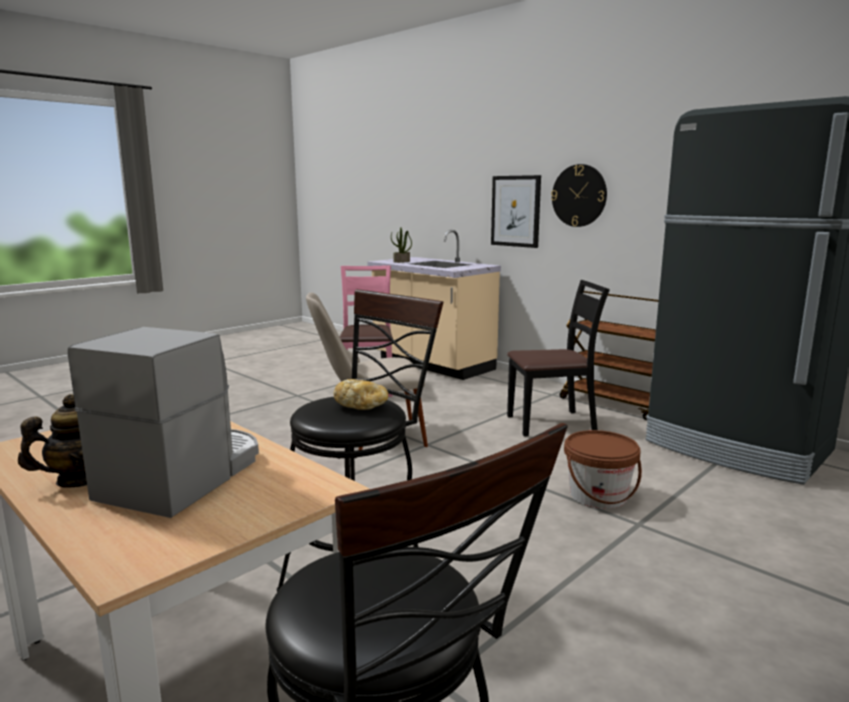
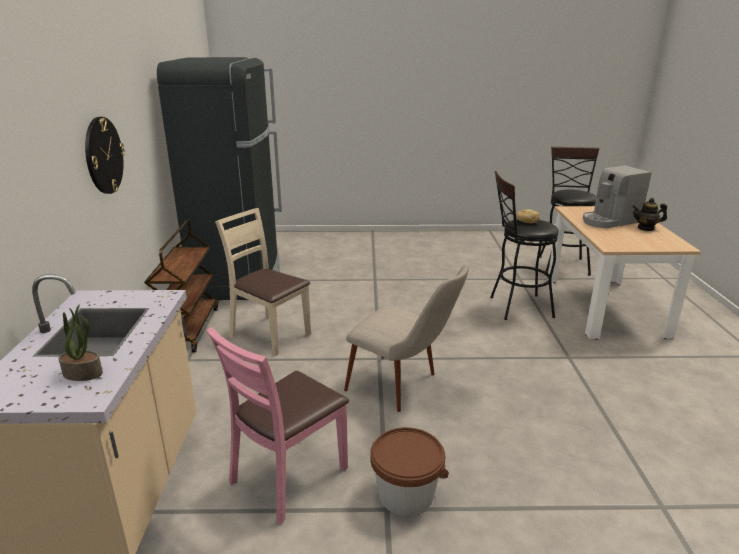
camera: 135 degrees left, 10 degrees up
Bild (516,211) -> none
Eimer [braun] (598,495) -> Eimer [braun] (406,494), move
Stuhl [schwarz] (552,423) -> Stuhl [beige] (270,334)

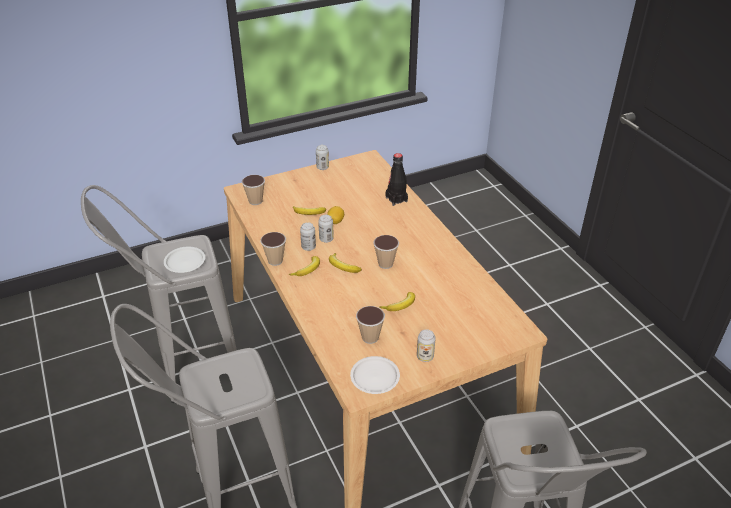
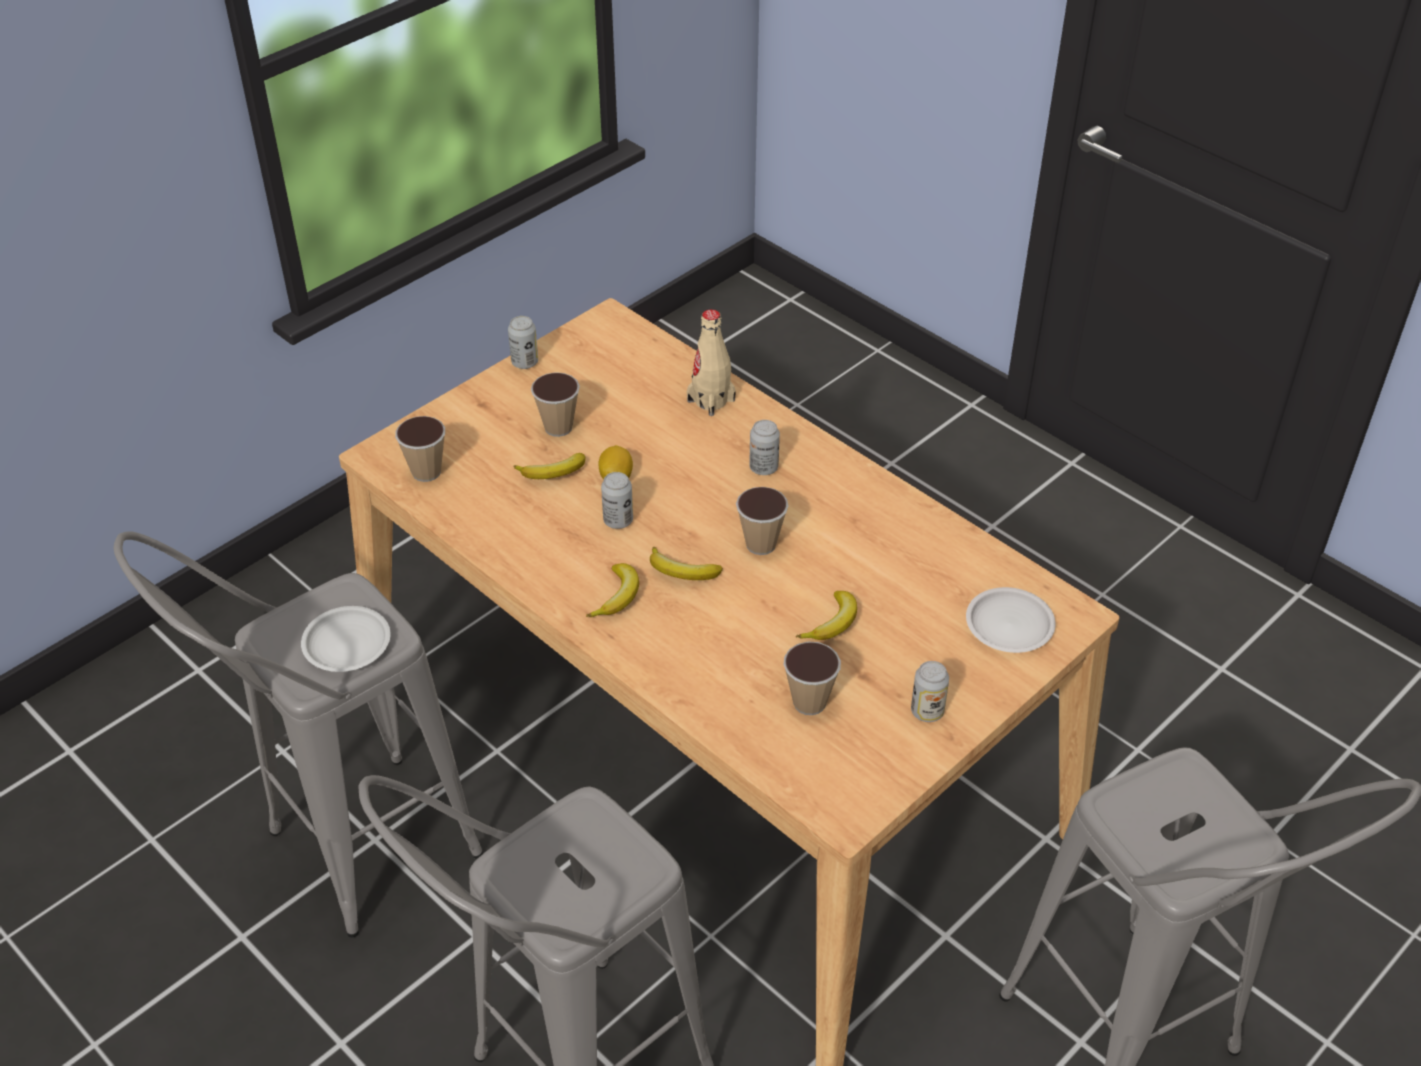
camera: 20 degrees left, 5 degrees up
Tasse (275,261) -> Tasse (558,427), move
Dose (308,247) -> Dose (763,468), move
Teller [weiß] (374,377) -> Teller [weiß] (1008,625), move
Flasche [schwarz] (396,199) -> Flasche [beige] (711,400)

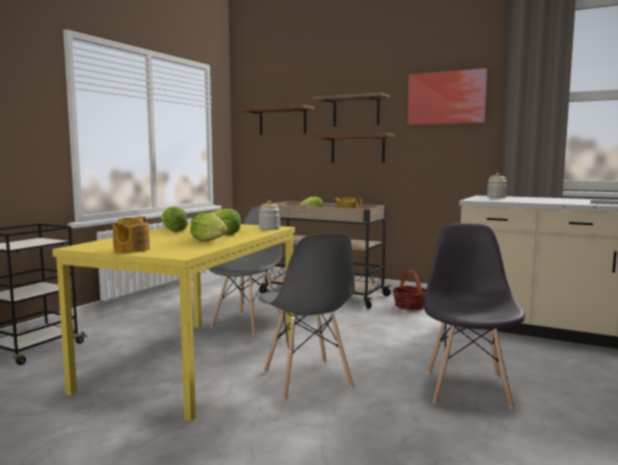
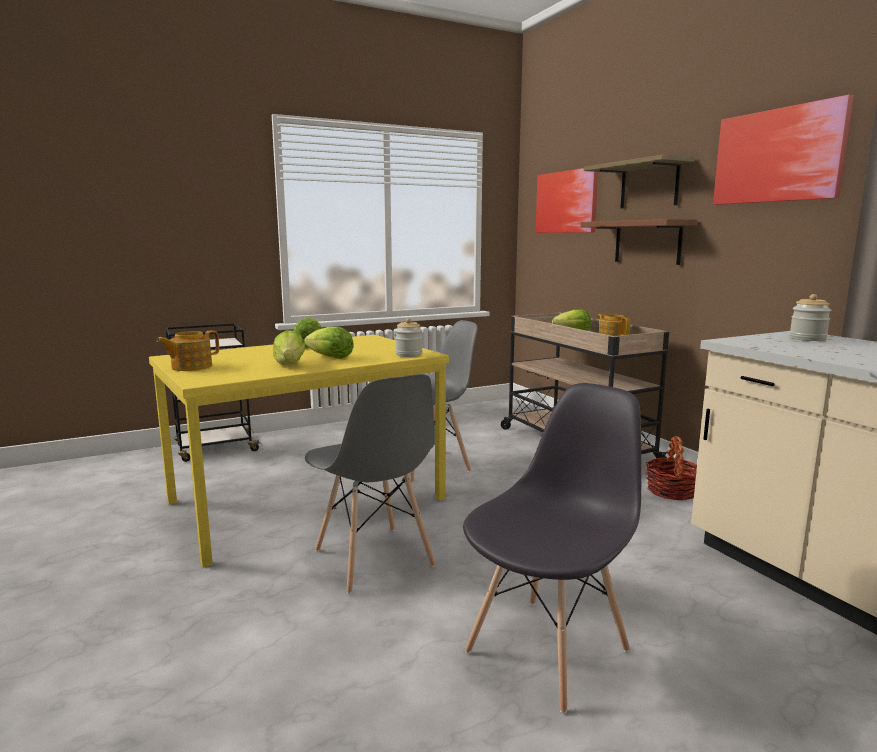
camera: 35 degrees right, 5 degrees up
Wandregal [braun] (282,121) -> Bild (566,202)
Stuhl [grau] (307,380) -> Stuhl [grau] (374,559), 45 degrees counterclockwise

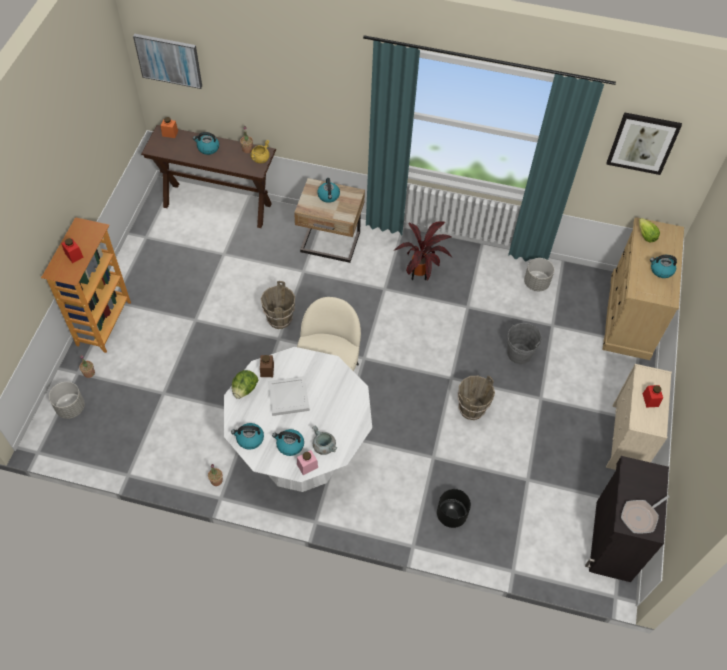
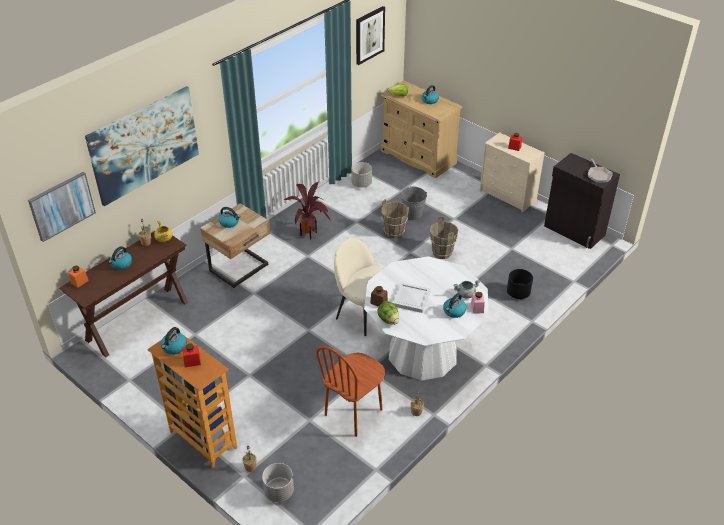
camera: 60 degrees left, 15 degrees down
none -> Bild (144,145)
none -> Stuhl [braun] (354,412)
Wasserkessel (249,439) -> Wasserkessel (174,347), move
Eimer [braun] (279,319) -> Eimer [braun] (394,232), move

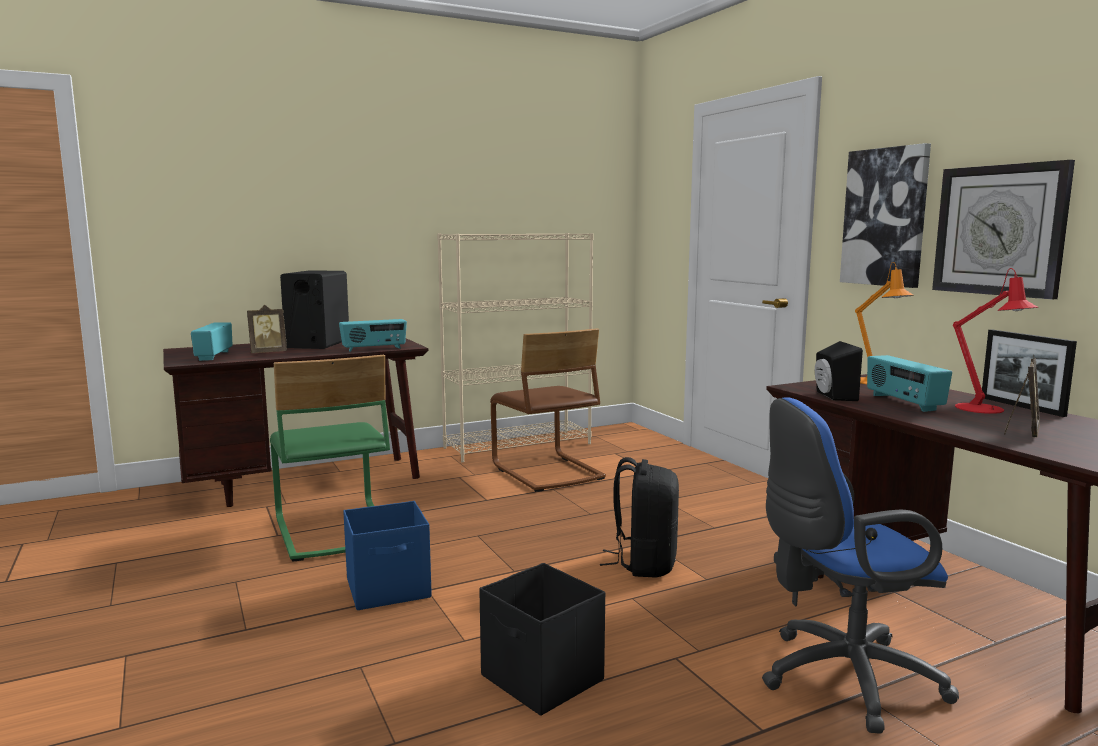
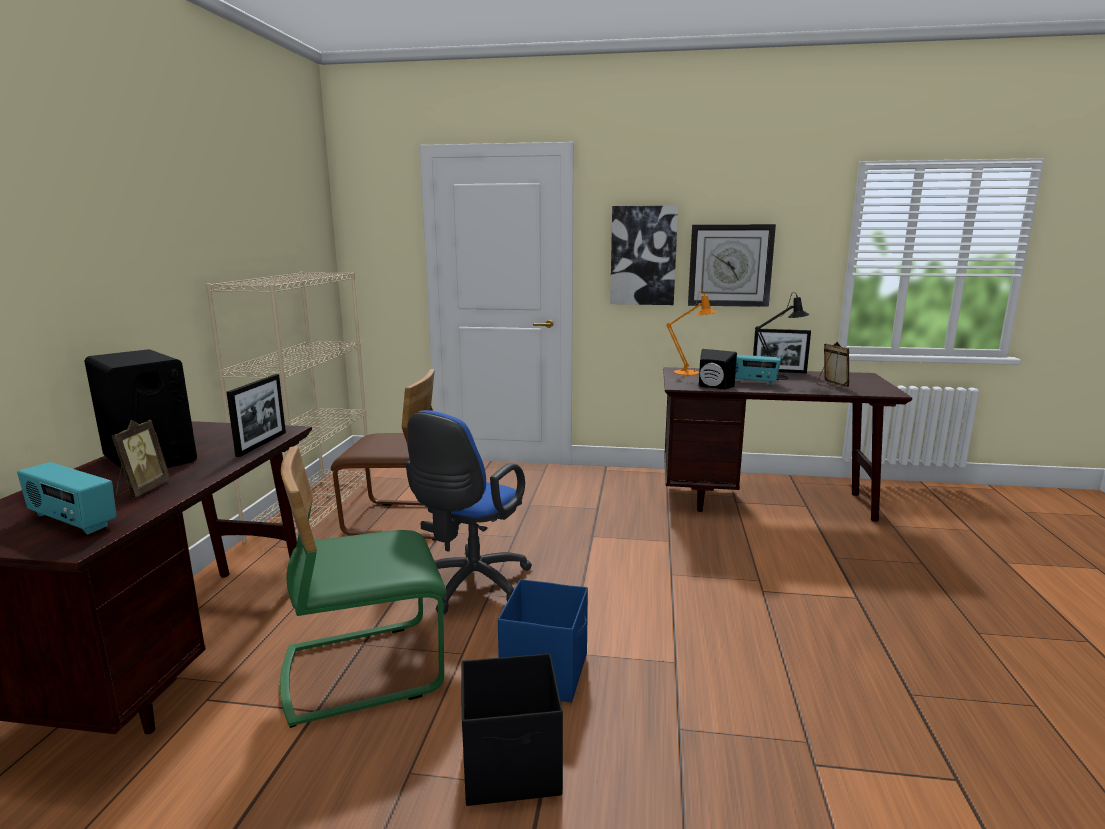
camera: 55 degrees left, 5 degrees up
Rucksack [schwarz] (644,563) -> none
Aufbewahrungsbox [schwarz] (542,679) -> Aufbewahrungsbox [schwarz] (513,767), move
Bürostuhl [blau] (840,678) -> Bürostuhl [blau] (470,587), move
Radio (374,349) -> Bilderrahmen (262,444)
Tischlampe [rot] (985,410) -> Tischlampe [schwarz] (779,377)
Stuhl [grün] (333,531) -> Stuhl [grün] (363,669), 150 degrees clockwise

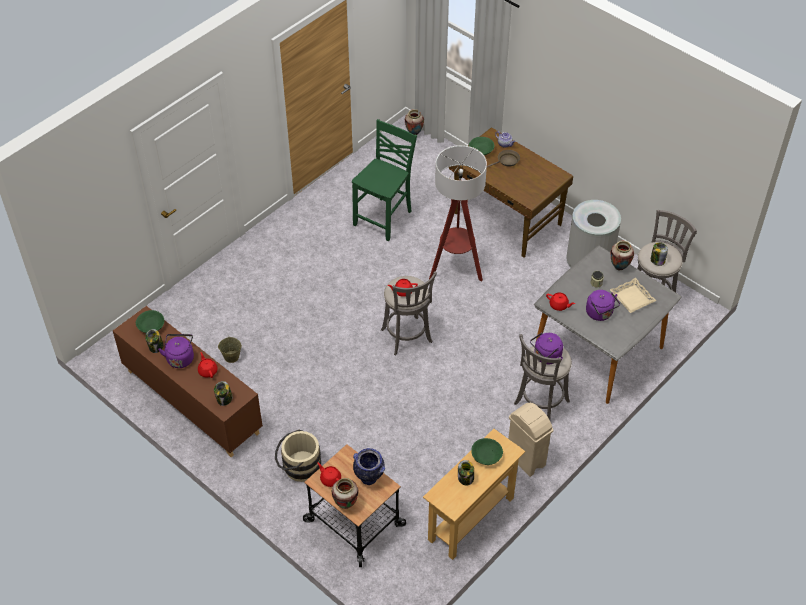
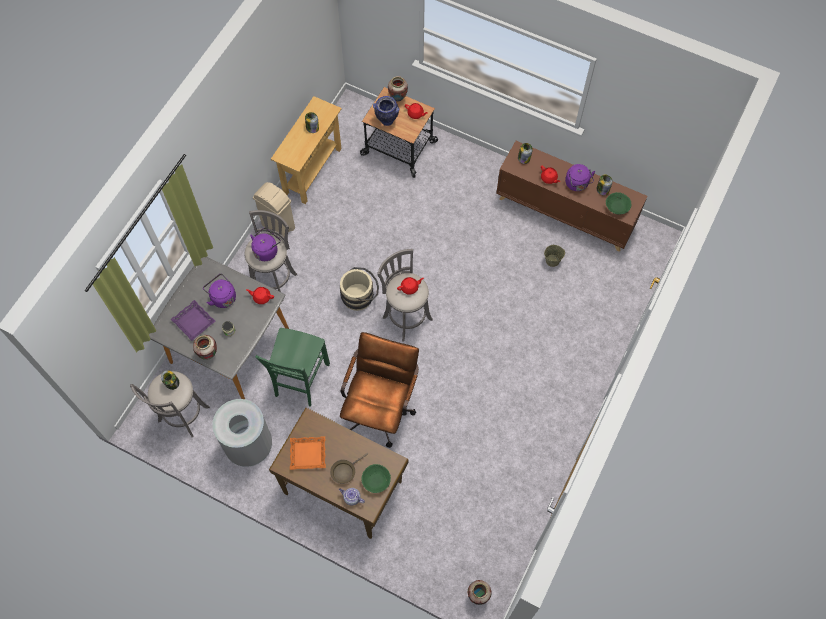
camera: 165 degrees right, 15 degrees up
Schüssel [grün] (486,456) -> none
none -> Tablett [orange] (308,454)
Eimer [beige] (298,467) -> Eimer [beige] (360,296), move
Stuhl [grün] (384,218) -> Stuhl [grün] (300,380), move
Stehlampe (456,268) -> Bürostuhl [braun] (381,407)
Tablett [beige] (632,298) -> Tablett [lila] (194,321)

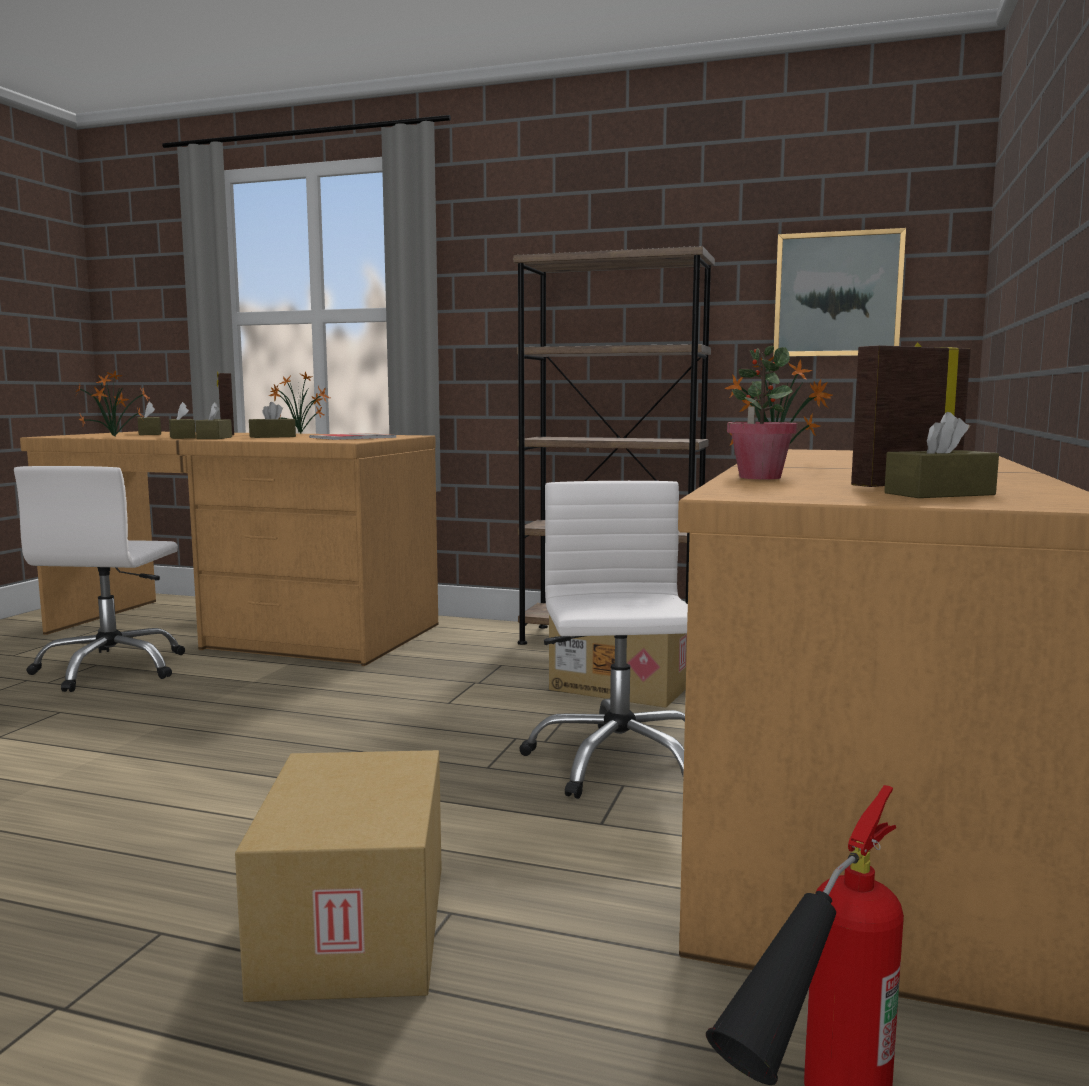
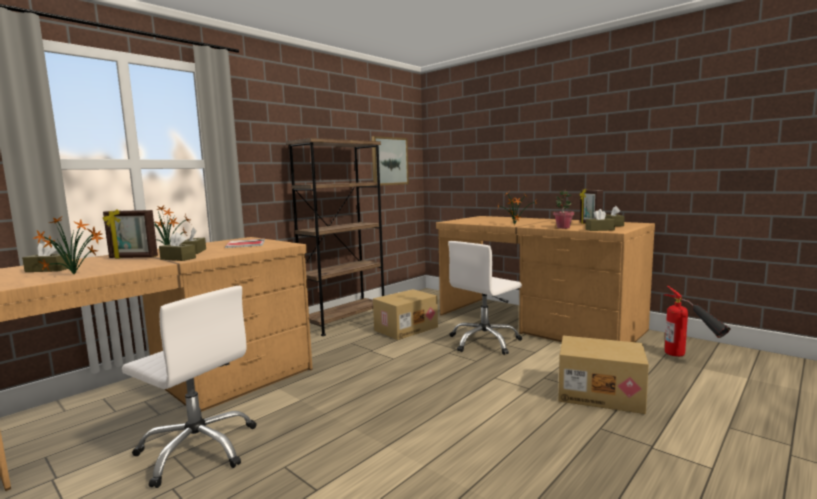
camera: 65 degrees left, 0 degrees up
Taschentuchbox [braun] (182,437) -> Taschentuchbox [braun] (599,230), move
Bürostuhl [weiß] (617,761) -> Bürostuhl [weiß] (484,342), 60 degrees counterclockwise

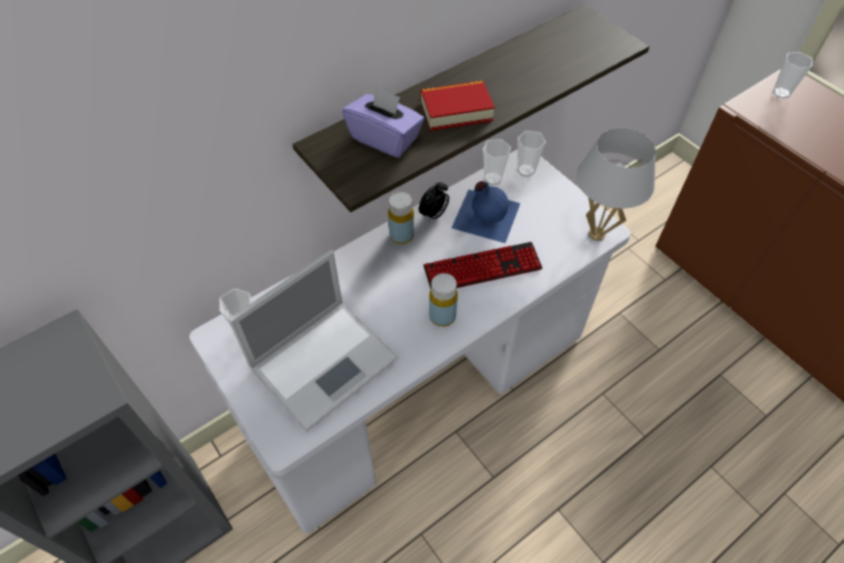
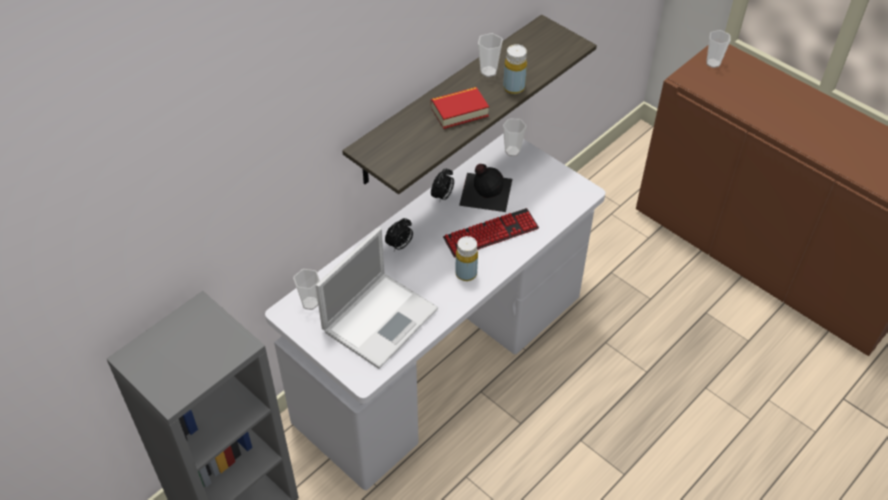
camera: 10 degrees left, 5 degrees down
Taschentuchbox [lila] (385,138) -> none
Tischlampe [weiß] (596,234) -> none
none -> Wecker (399,246)
Flasche [gelb] (401,235) -> Flasche [gelb] (514,88), move
Tasse (493,178) -> Tasse (488,71), move
Flasche [blau] (485,214) -> Flasche [schwarz] (485,191)

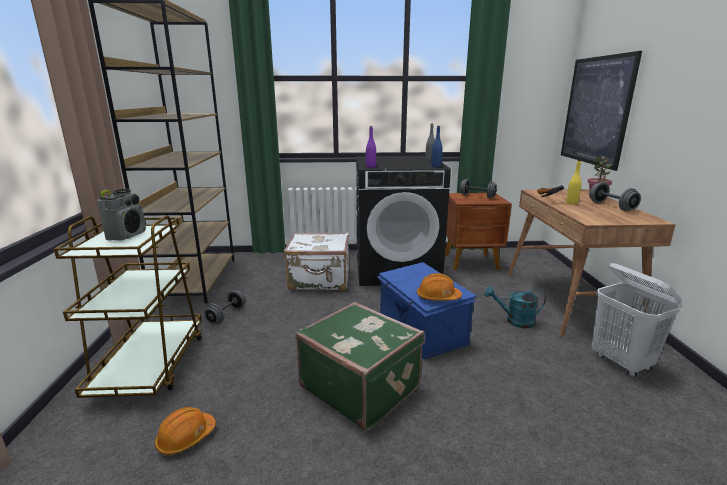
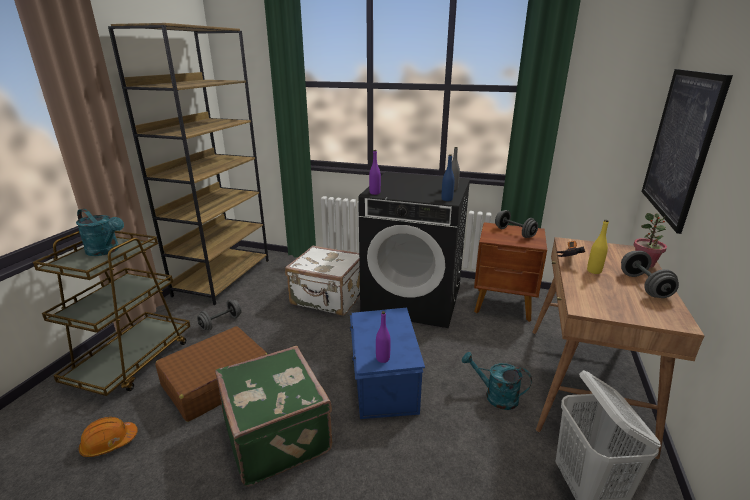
camera: 20 degrees right, 5 degrees up
none -> Koffer [braun] (216,382)
Radio (127,235) -> Gießkanne [türkis] (106,251)
Schutzhelm [orange] (438,297) -> Flasche [lila] (382,358)

